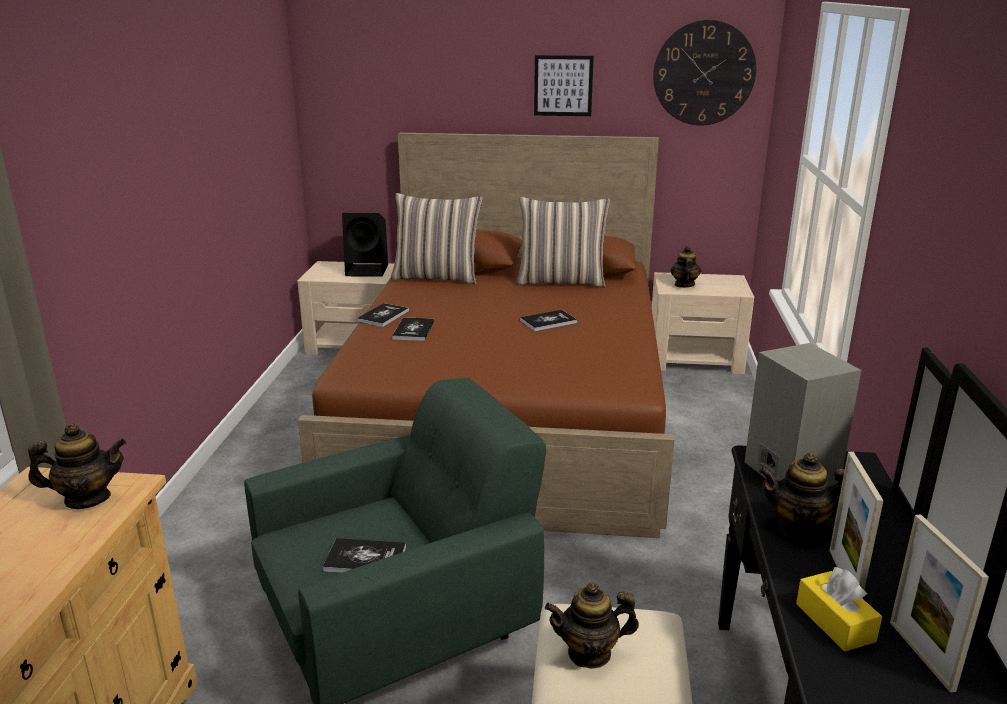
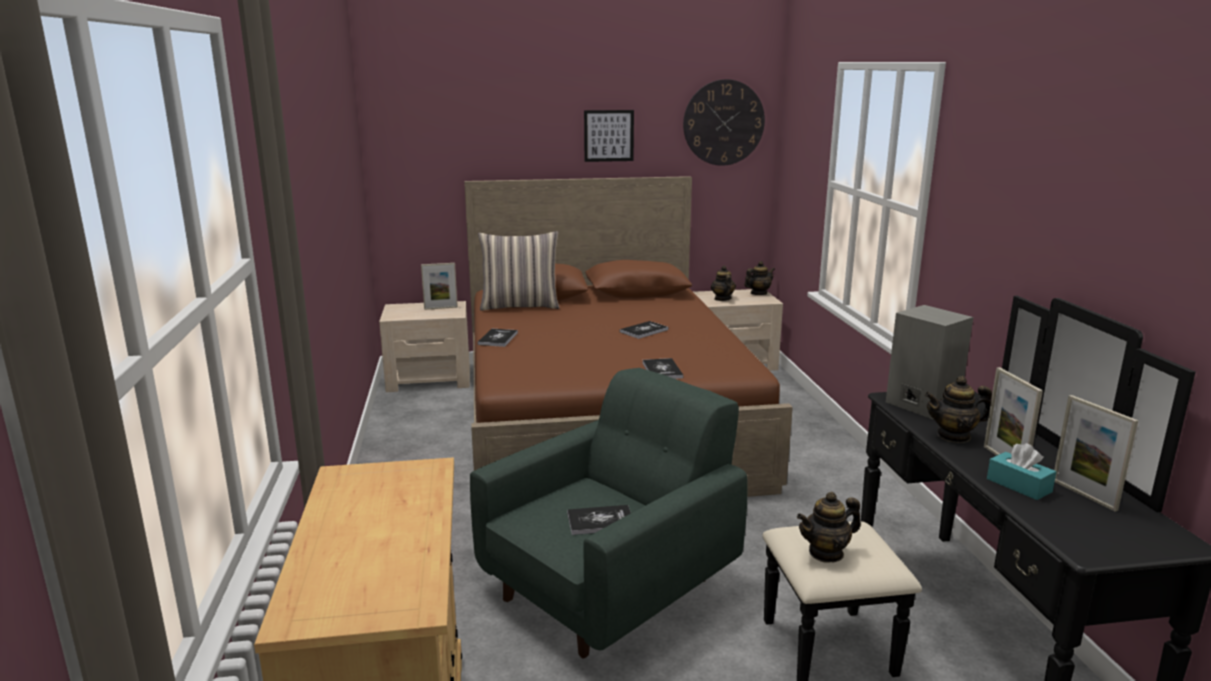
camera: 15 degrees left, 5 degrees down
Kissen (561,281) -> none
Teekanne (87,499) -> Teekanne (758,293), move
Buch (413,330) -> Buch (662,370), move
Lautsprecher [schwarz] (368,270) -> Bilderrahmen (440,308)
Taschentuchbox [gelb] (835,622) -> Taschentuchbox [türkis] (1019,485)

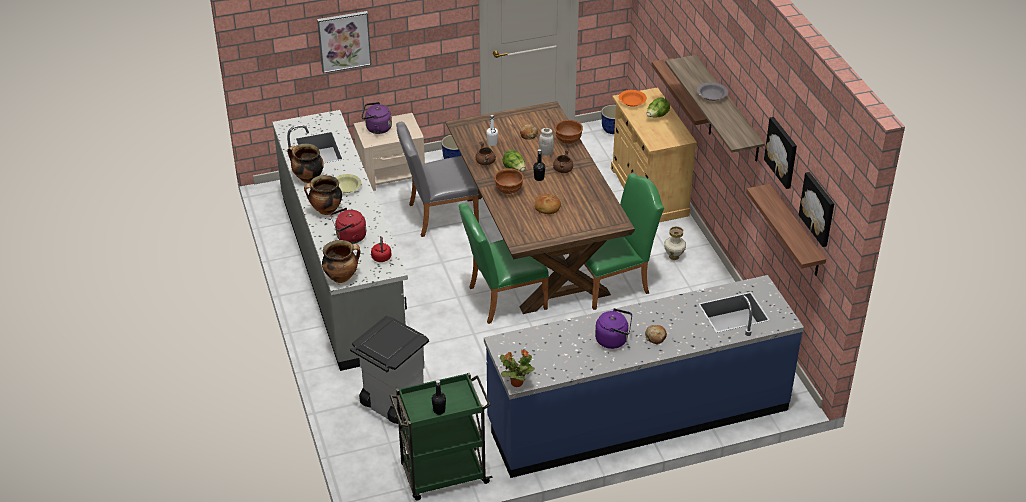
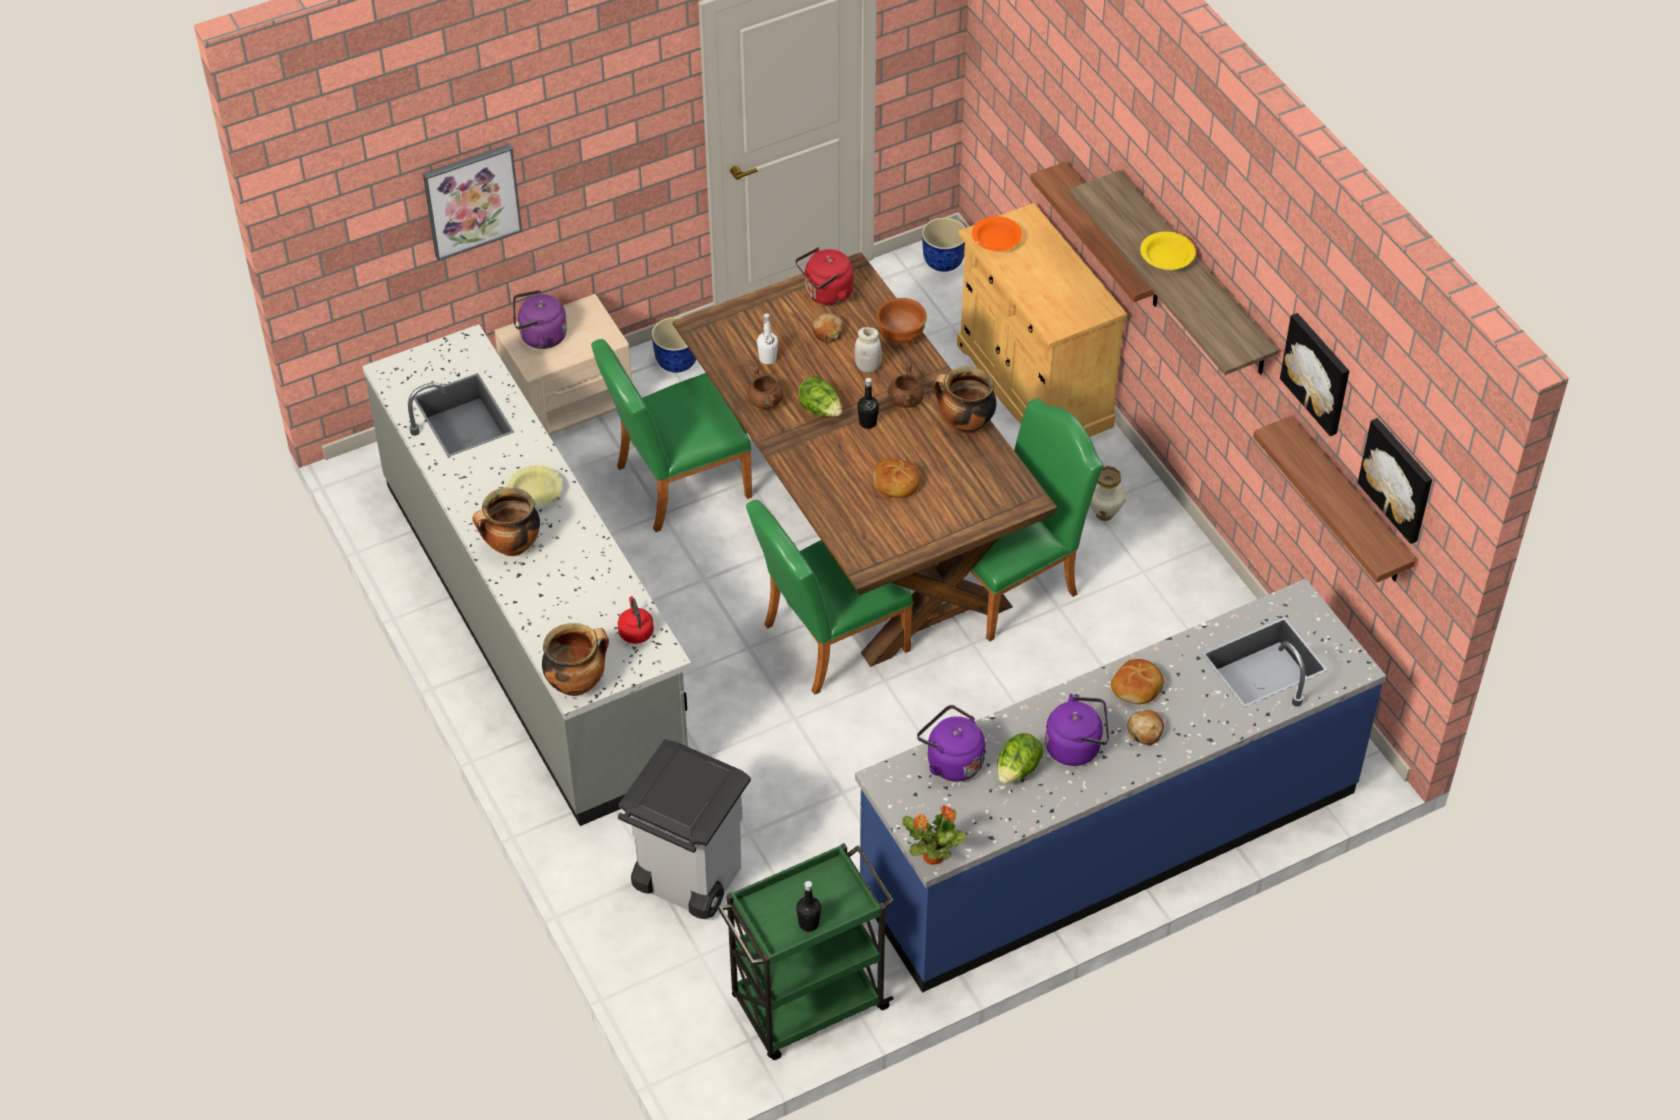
camera: 10 degrees left, 10 degrees up
Schüssel [braun] (508,191) -> none
none -> Wasserkessel [lila] (951,761)
none -> Brot (1137,687)
Kochtopf (307,178) -> Kochtopf (964,424), move
Wasserkessel [rot] (349,237) -> Wasserkessel [rot] (826,294), move
Salatkopf (657,116) -> Salatkopf (1017,770), move
Stuhl [grau] (438,216) -> Stuhl [grün] (674,484)
Schüssel [grau] (711,95) -> Schüssel [gelb] (1166,258)

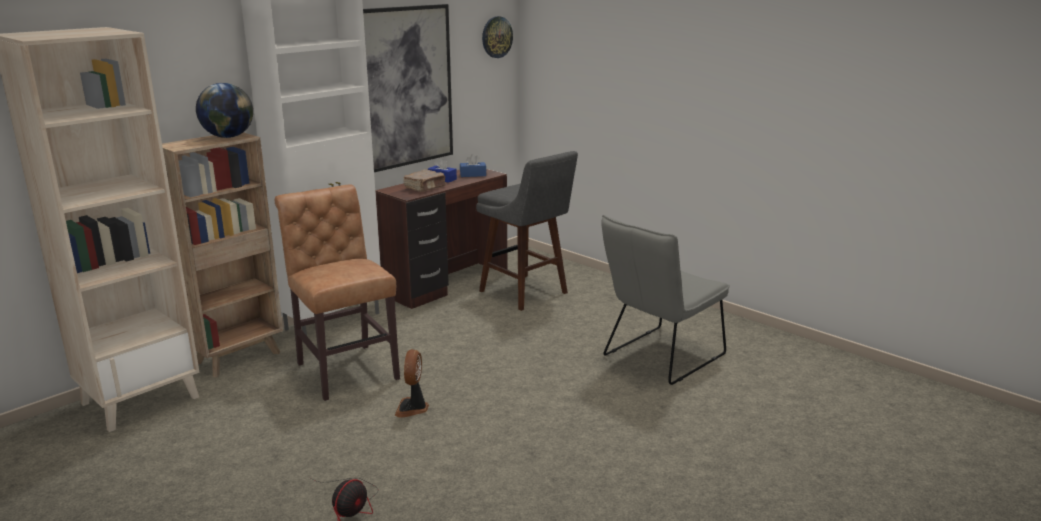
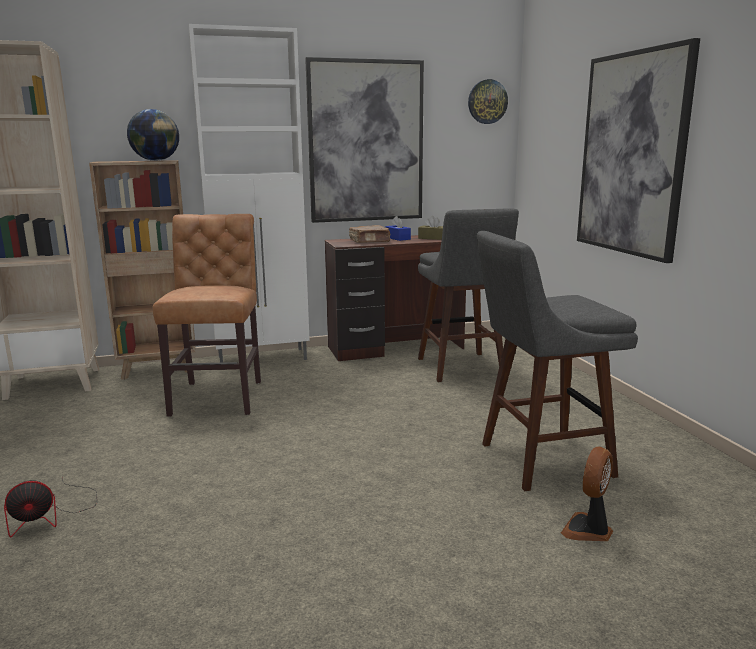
camera: 30 degrees right, 5 degrees down
none -> Bild (632,154)
Ventilator (413,408) -> Ventilator (588,530), move
Stuhl [grau] (658,358) -> Hocker [grau] (539,460)
Taschentuchbox [blau] (473,175) -> Taschentuchbox [braun] (432,238)

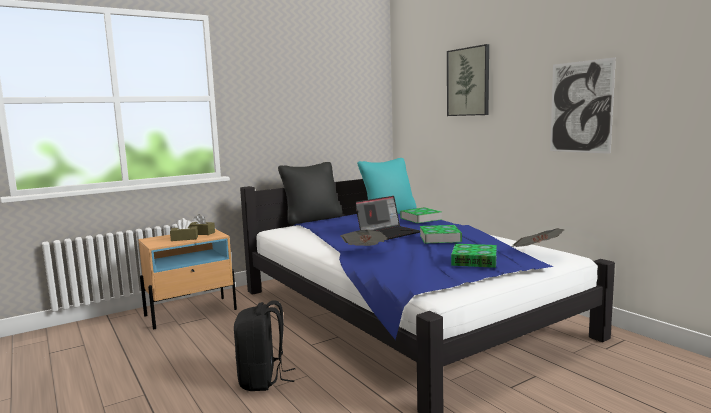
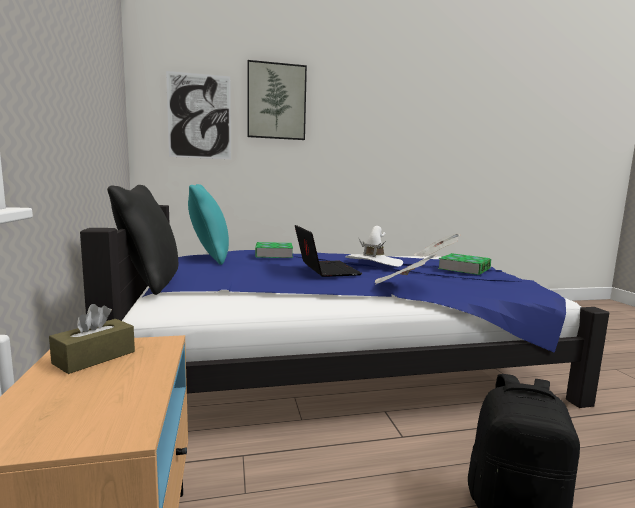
camera: 70 degrees left, 0 degrees up
Taschentuchbox [braun] (184,238) -> none
Bild (580,107) -> Bild (199,116), move
Buch (440,238) -> Hut [weiß] (373,262)

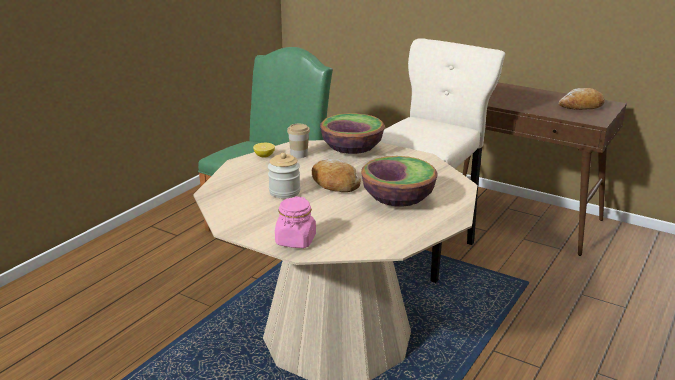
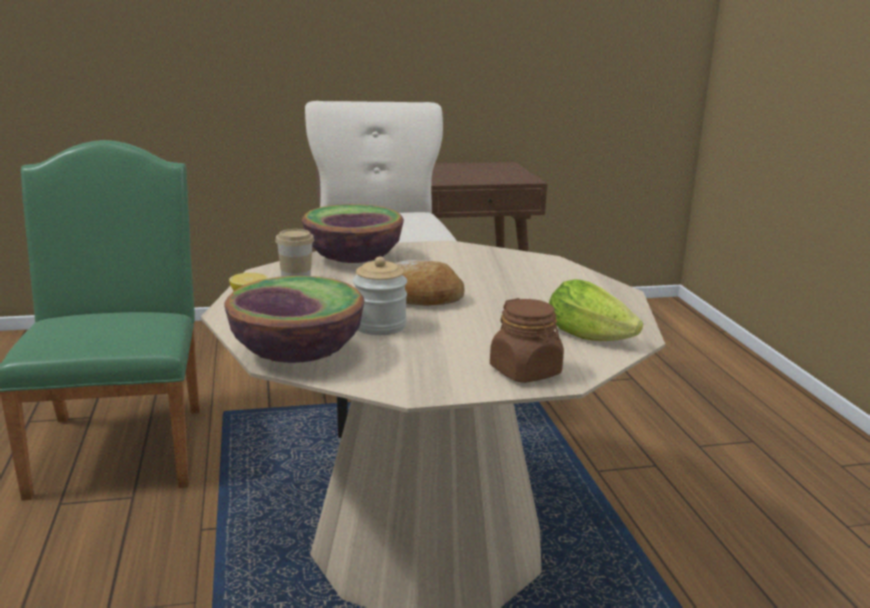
camera: 45 degrees left, 5 degrees down
Brot (581,106) -> none
none -> Salatkopf (593,337)
Schüssel (397,200) -> Schüssel (296,354), move
Vorratsglas [rosa] (295,241) -> Vorratsglas [braun] (525,371)

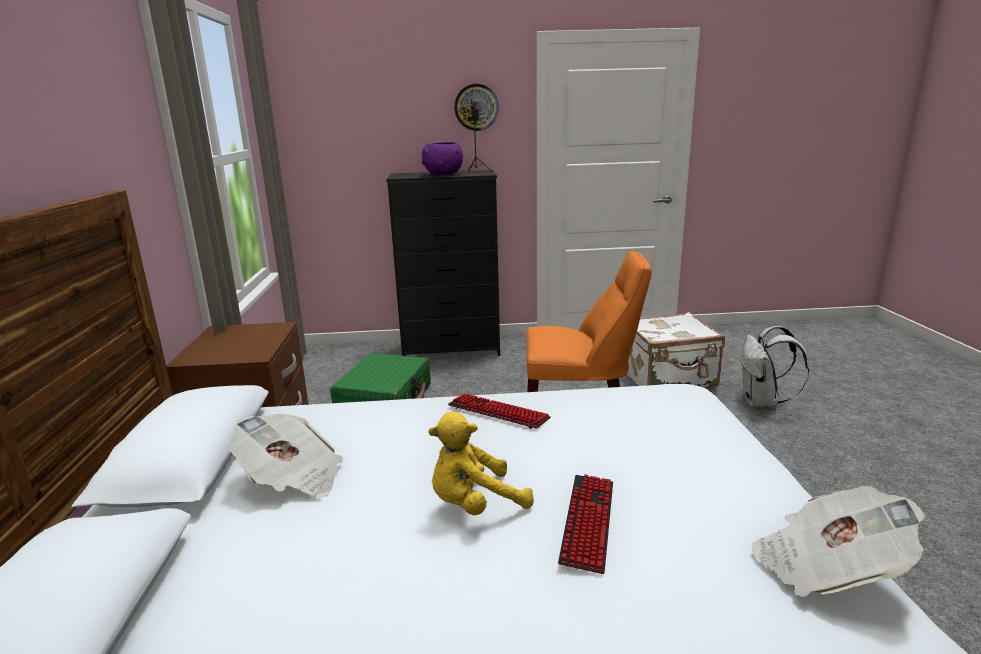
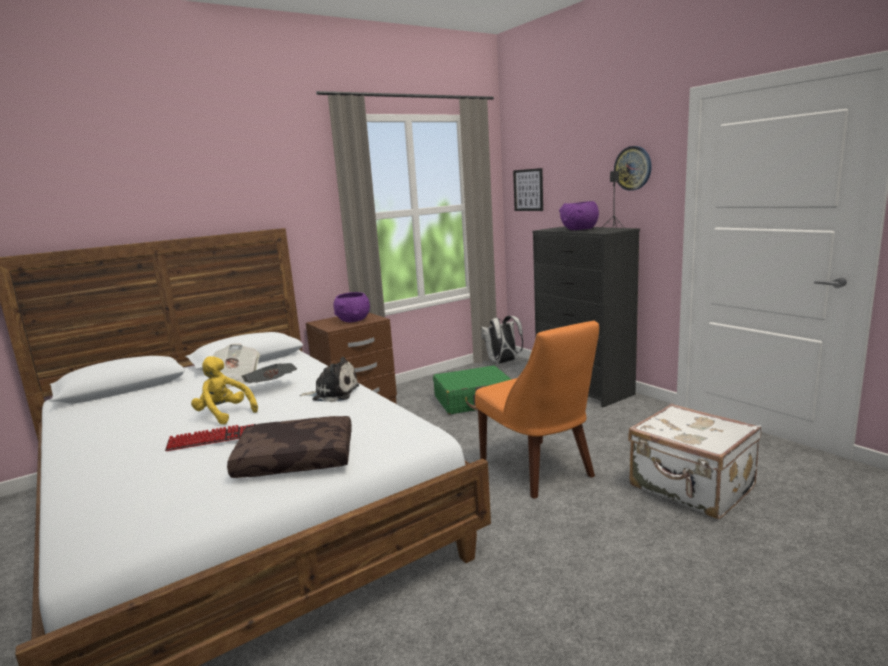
camera: 60 degrees right, 5 degrees down
none -> Kissen [braun] (297,458)
none -> Schüssel [lila] (354,321)
none -> Bild (528,190)
Rucksack [weiß] (762,402) -> Rucksack [weiß] (503,362), move
Zeitung (826,568) -> Zeitung (271,388), move
Tastatur (498,413) -> Plüschtier (333,393)

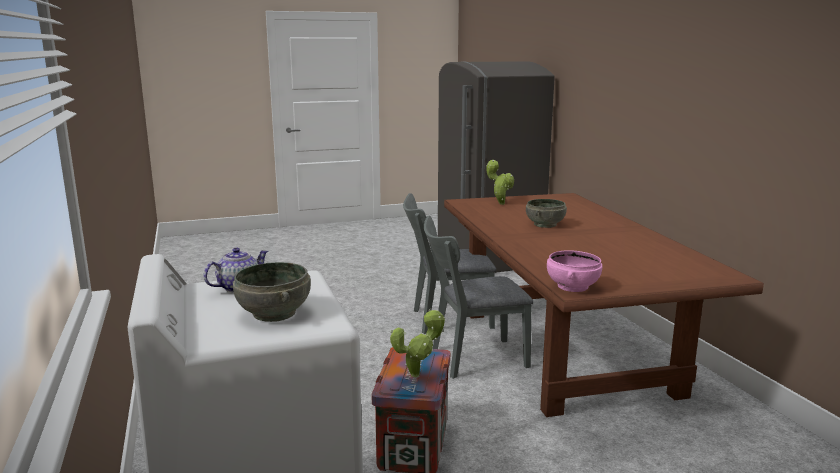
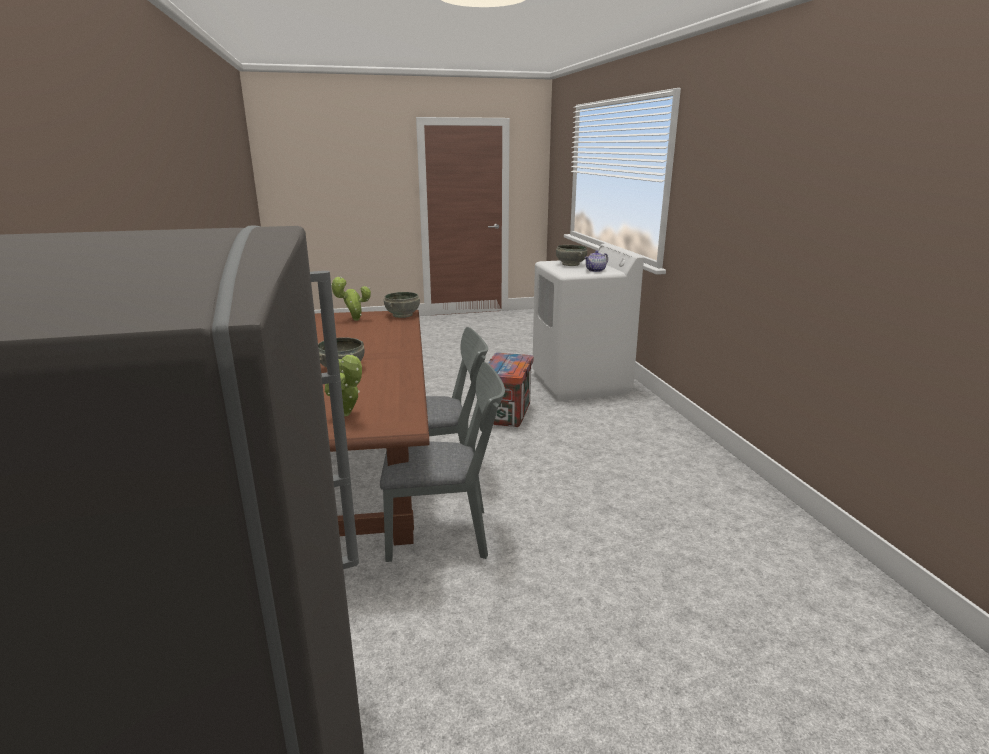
camera: 175 degrees left, 5 degrees up
Topfpflanze (418,374) -> Topfpflanze (353,320), move
Schüssel [rosa] (572,286) -> Schüssel [grau] (403,315)

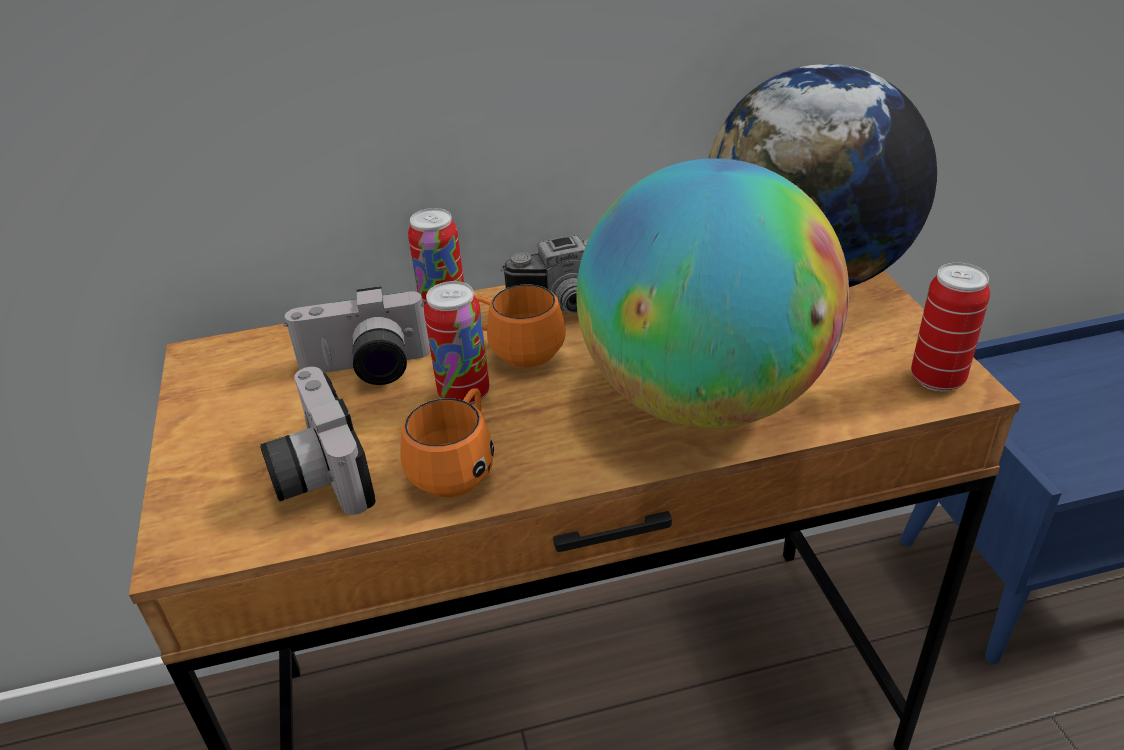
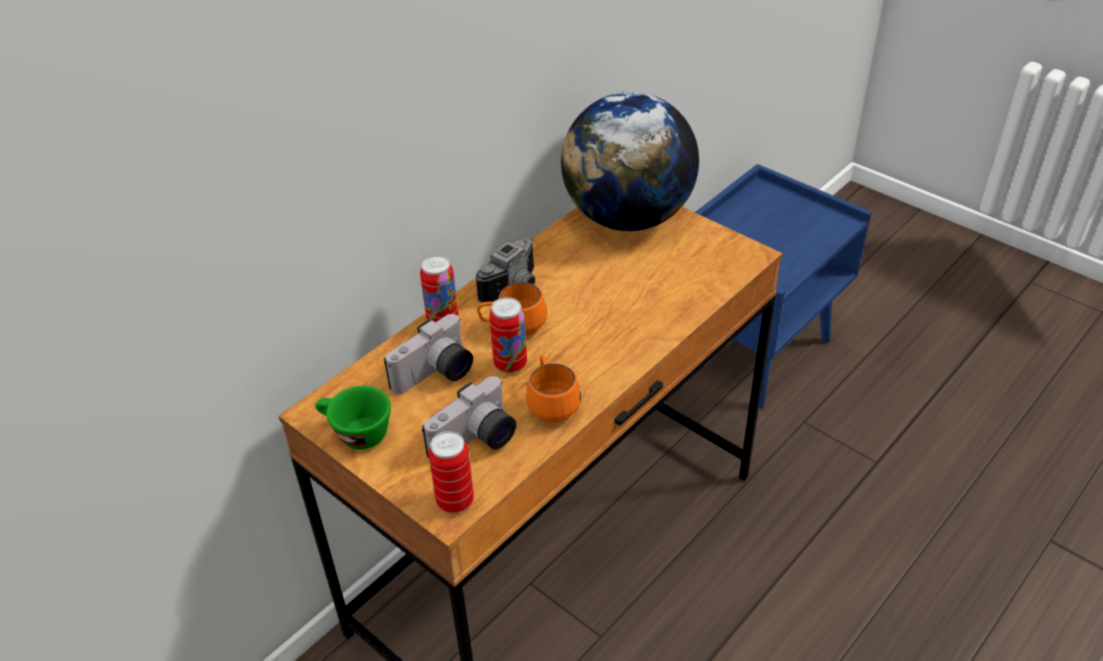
camera: 35 degrees left, 5 degrees up
Globus (704,399) -> none
none -> Tasse [grün] (355,433)
Dose (937,379) -> Dose (455,501), move
Kamera (316,473) -> Kamera (476,442), 75 degrees counterclockwise

